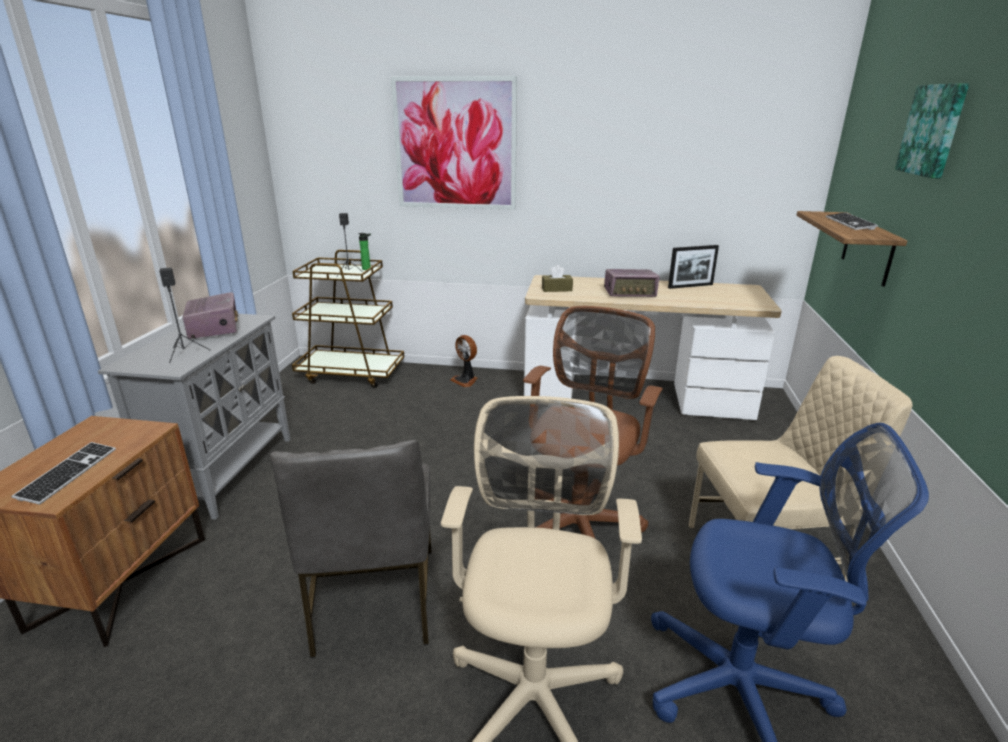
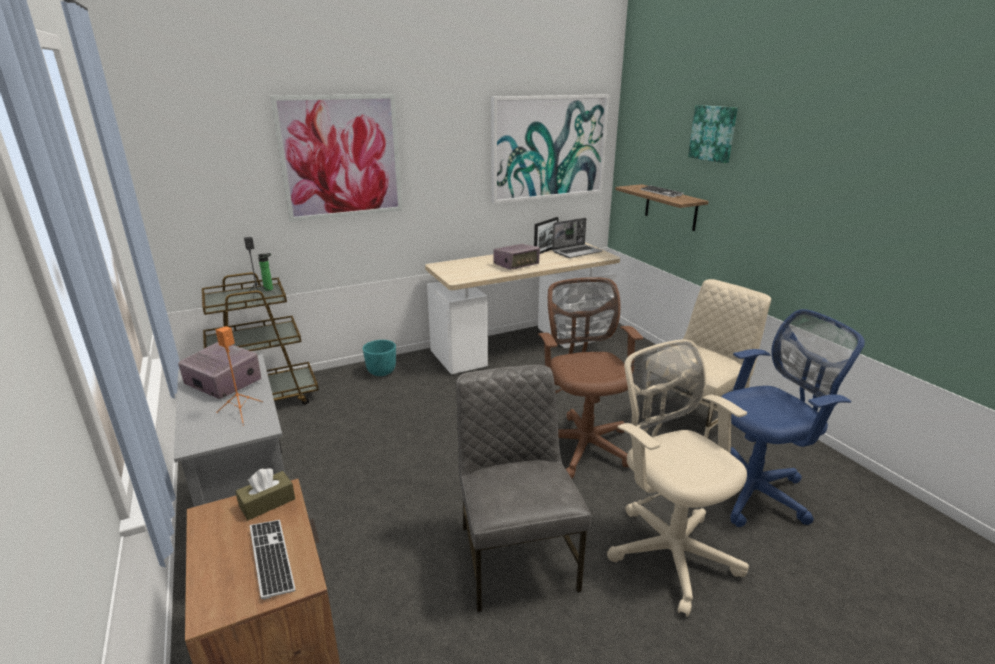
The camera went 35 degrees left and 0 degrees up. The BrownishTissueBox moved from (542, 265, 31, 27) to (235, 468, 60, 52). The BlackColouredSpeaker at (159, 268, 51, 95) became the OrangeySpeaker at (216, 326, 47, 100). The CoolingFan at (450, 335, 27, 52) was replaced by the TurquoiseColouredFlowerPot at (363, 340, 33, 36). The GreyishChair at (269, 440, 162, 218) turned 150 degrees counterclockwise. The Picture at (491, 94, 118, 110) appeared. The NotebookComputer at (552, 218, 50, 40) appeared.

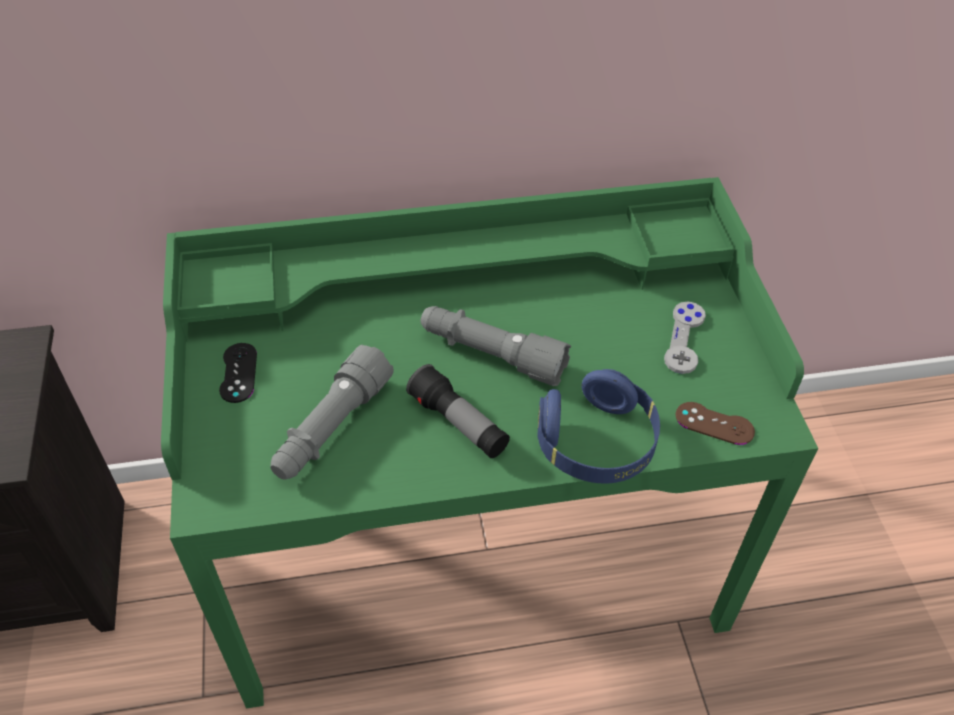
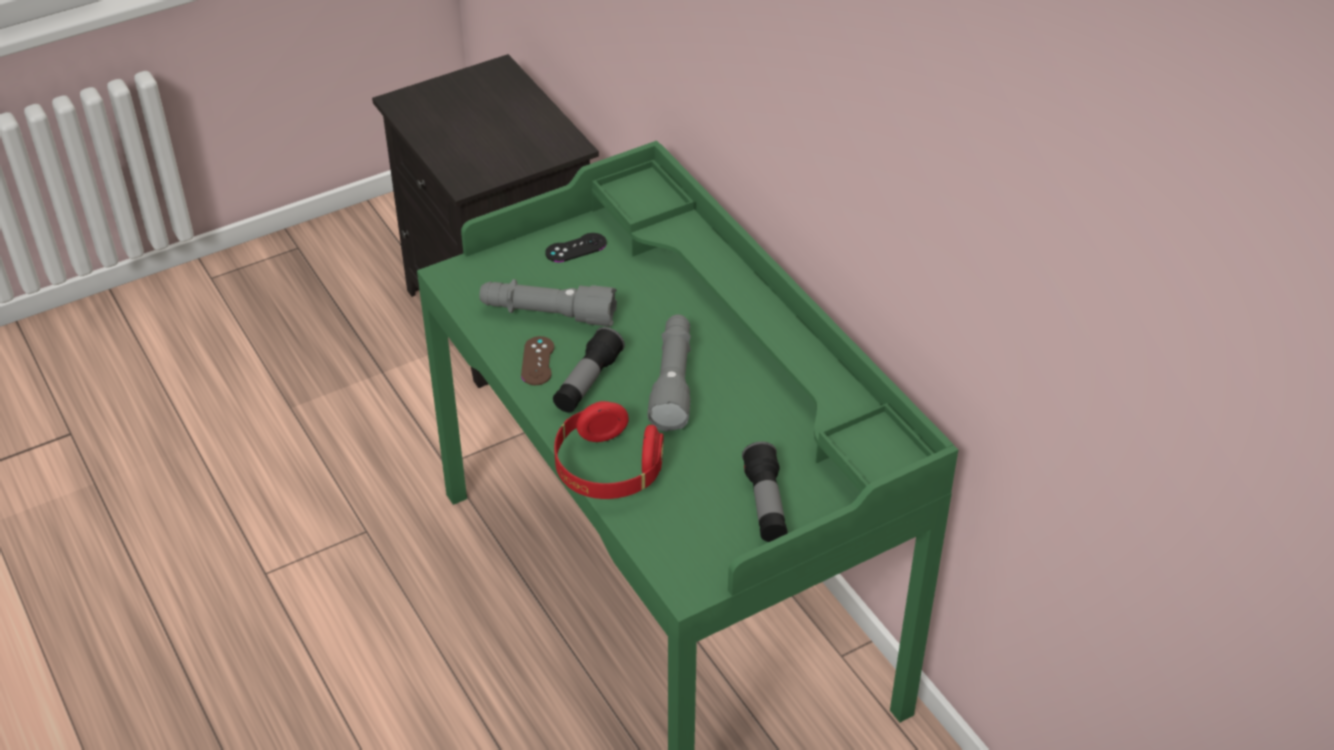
The camera went 70 degrees right and 5 degrees down. The GreyishJoypad at (664, 302, 42, 72) was replaced by the Torch at (742, 442, 46, 100). The BluishHeadphones at (537, 369, 123, 115) became the RedHeadphones at (554, 401, 110, 98). The BrownishJoypad moved from (676, 402, 79, 43) to (521, 336, 33, 49).

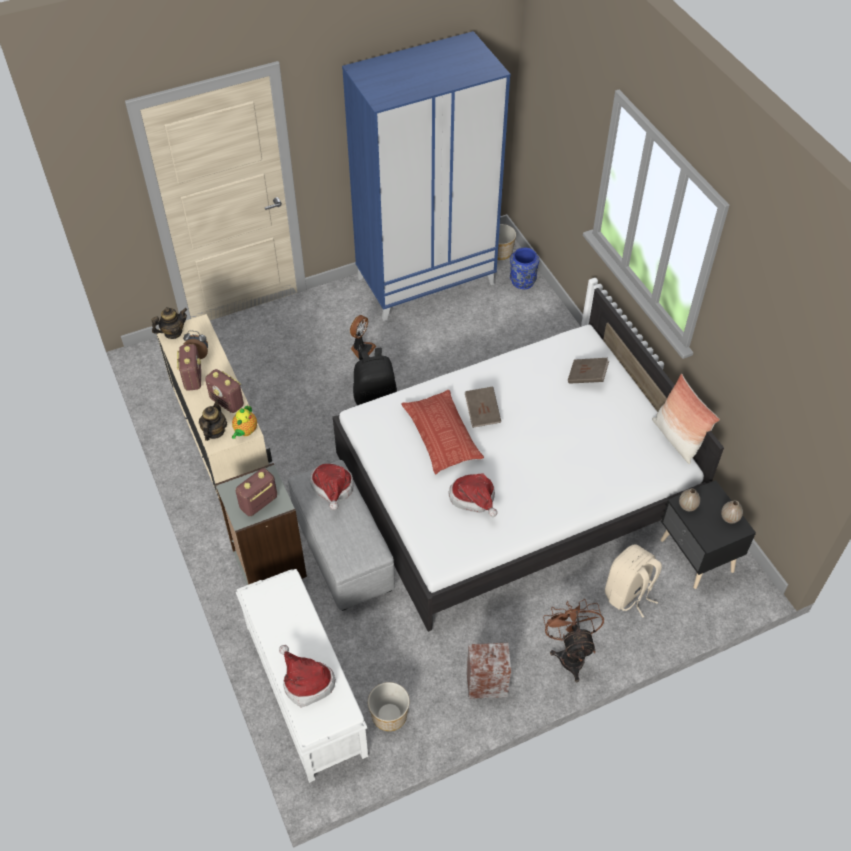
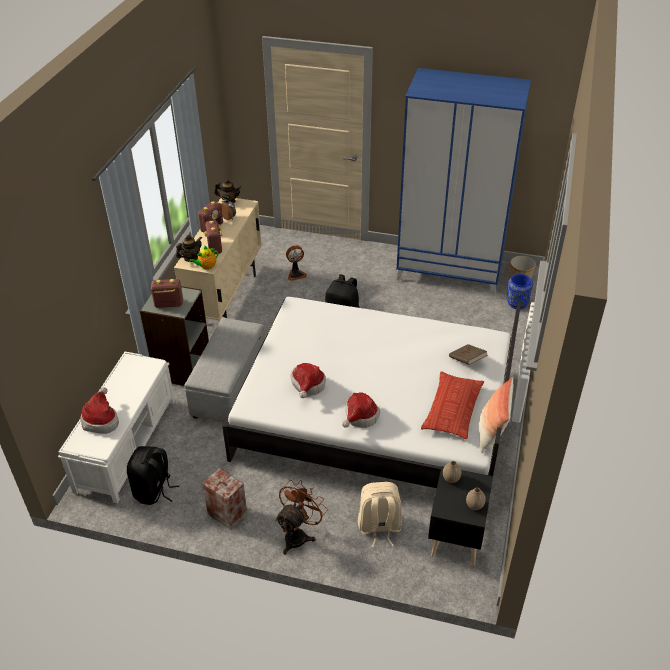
The camera went 40 degrees right and 10 degrees down. The CoolingFan moved from (350, 315, 26, 44) to (286, 245, 21, 36). The BrownishBoundBook at (465, 387, 36, 41) disappeared. The ThrowPillow moved from (402, 390, 82, 84) to (421, 371, 63, 68). The Hat moved from (310, 464, 44, 46) to (342, 393, 38, 35). The FlowerPot at (368, 682, 42, 49) was replaced by the BlackColouredRucksack at (127, 446, 52, 59).

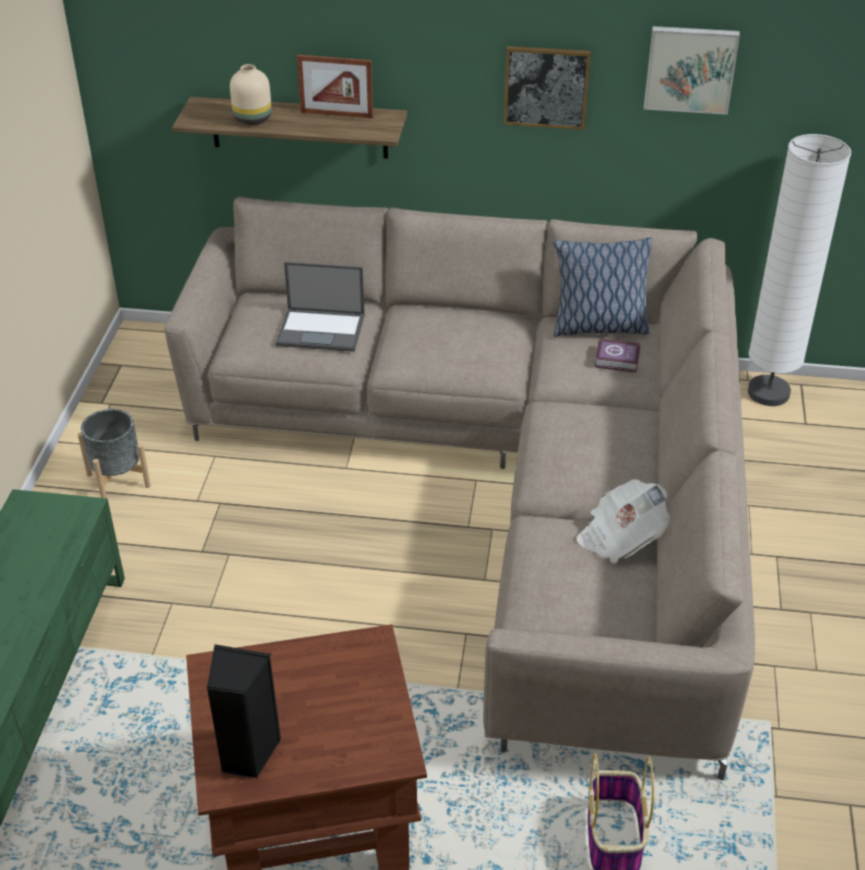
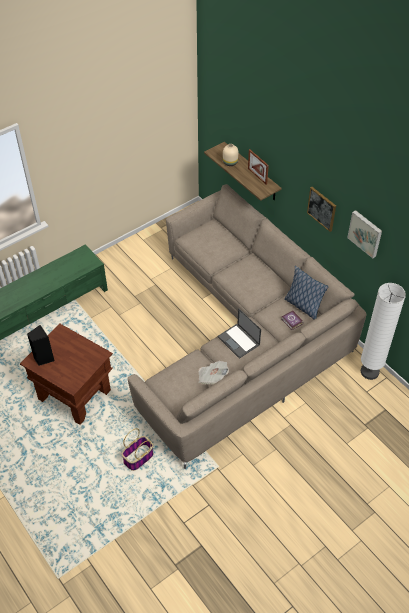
The camera went 45 degrees right and 10 degrees up. The NotebookComputer moved from (276, 262, 89, 90) to (218, 308, 43, 51). The GreyishFlowerPot at (78, 409, 73, 89) disappeared.

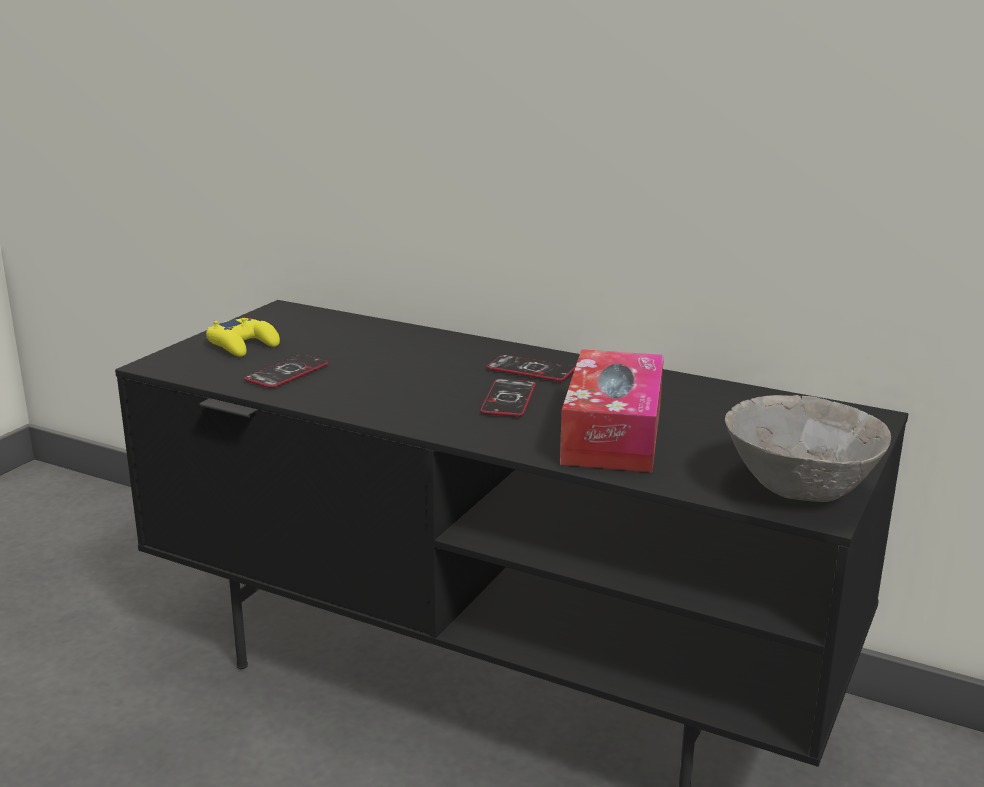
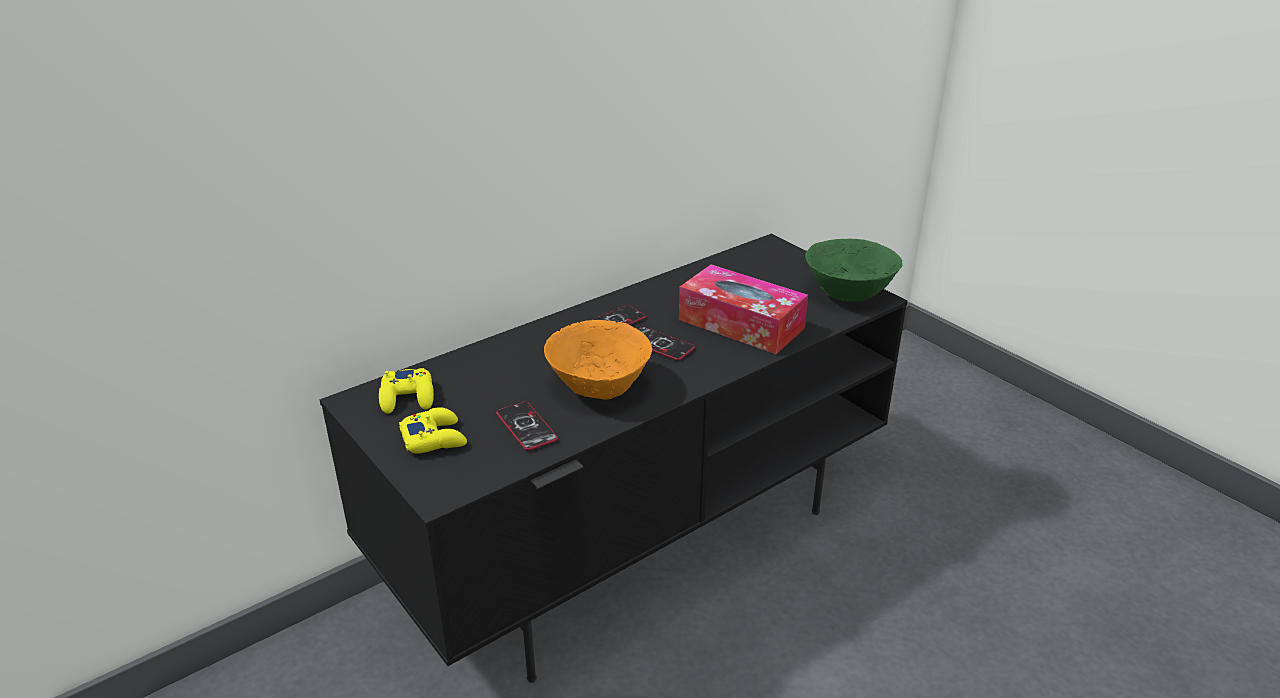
The camera went 65 degrees left and 10 degrees up. The GreyishDeepDish at (725, 395, 166, 107) became the GreenDeepDish at (805, 239, 98, 63). The OrangeyDeepDish at (544, 320, 108, 80) appeared. The YellowColouredJoypad at (379, 368, 55, 46) appeared.

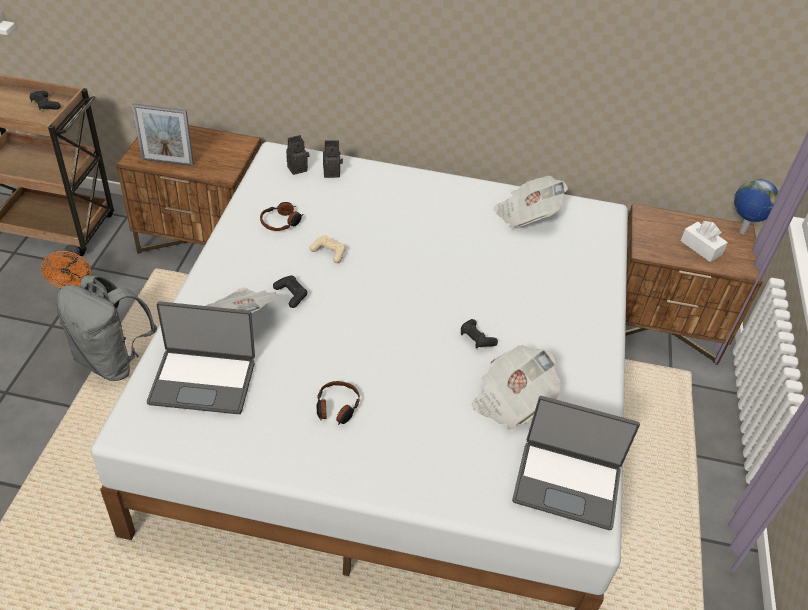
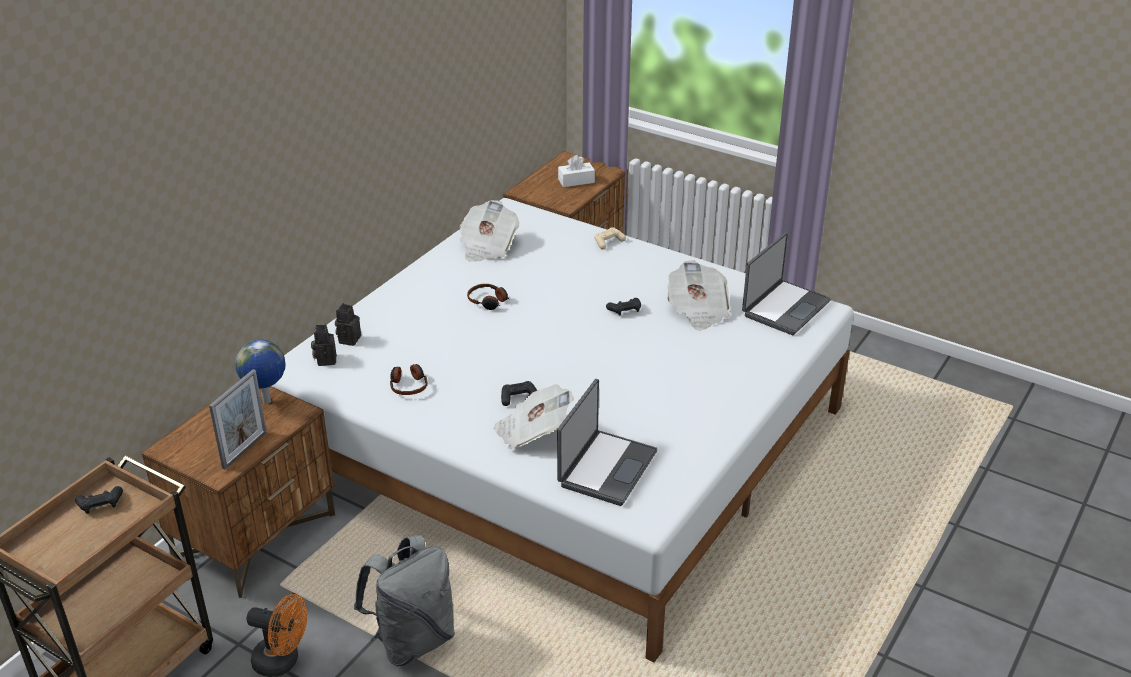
The camera went 65 degrees left and 10 degrees down. The DeskGlobe moved from (734, 179, 44, 55) to (235, 340, 51, 64). The BeigeJoypad moved from (310, 235, 36, 28) to (594, 227, 32, 23). The Headphones moved from (316, 381, 44, 44) to (467, 284, 42, 26).

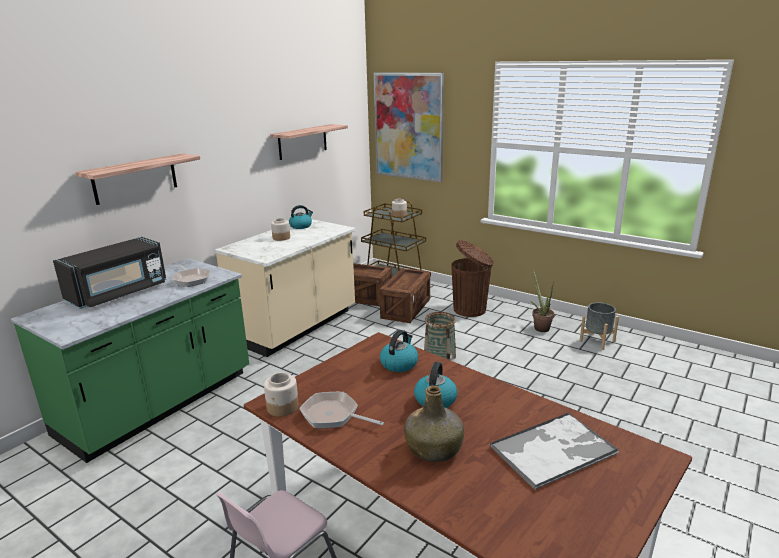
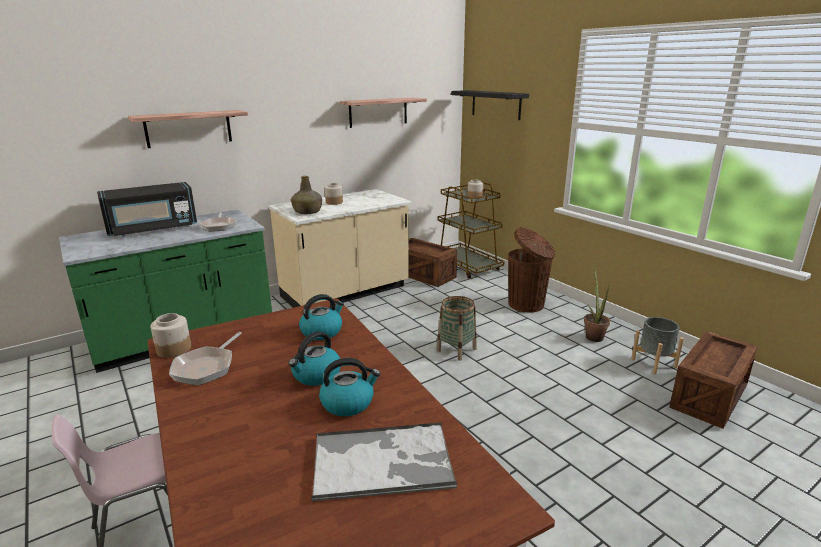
The camera went 20 degrees right and 0 degrees up. The Picture at (374, 73, 70, 109) was replaced by the BlackColouredBracketShelf at (451, 90, 78, 30). The TeaKettle moved from (289, 205, 24, 24) to (319, 358, 61, 58). The ShippingCrate moved from (379, 268, 51, 55) to (669, 331, 89, 98). The GreenBeverageBottle moved from (404, 385, 60, 77) to (291, 176, 31, 38). The Pan at (299, 392, 85, 36) turned 120 degrees counterclockwise.

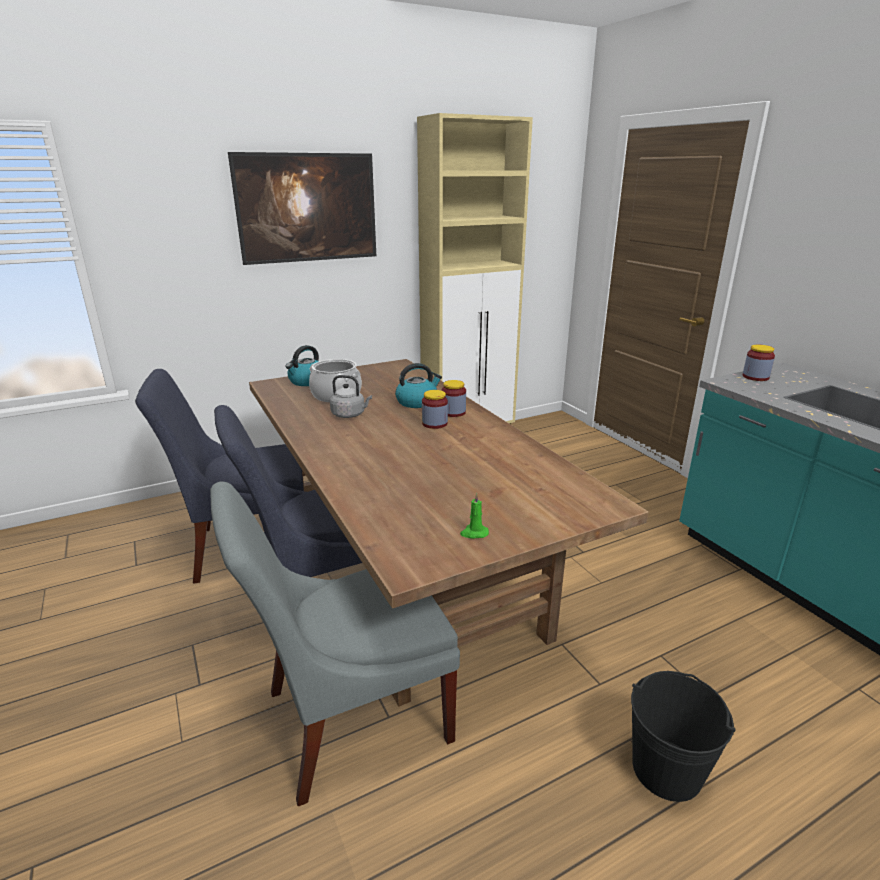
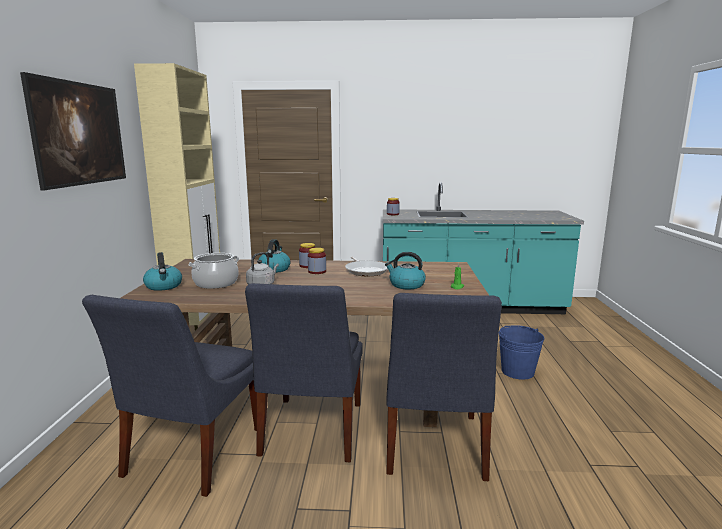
The camera went 60 degrees left and 10 degrees down. The GreyishChair at (210, 481, 250, 325) became the BluishChair at (386, 293, 116, 188). The BlackColouredBucket at (631, 671, 105, 131) became the BluishBucket at (499, 325, 45, 55). The TeaKettle at (385, 252, 41, 37) appeared. The Pan at (345, 257, 43, 19) appeared.

